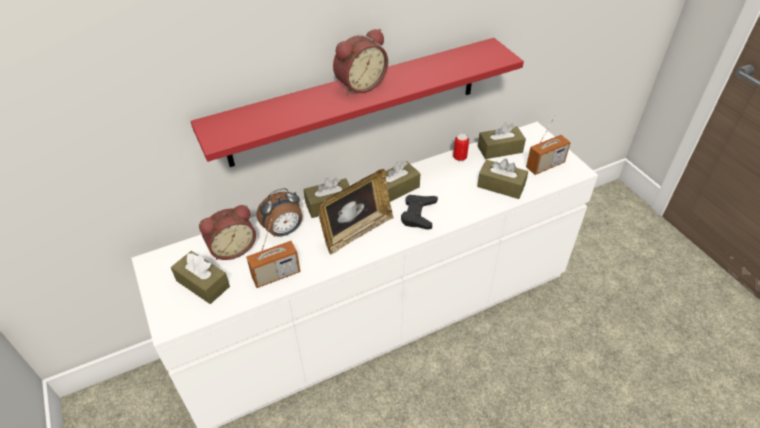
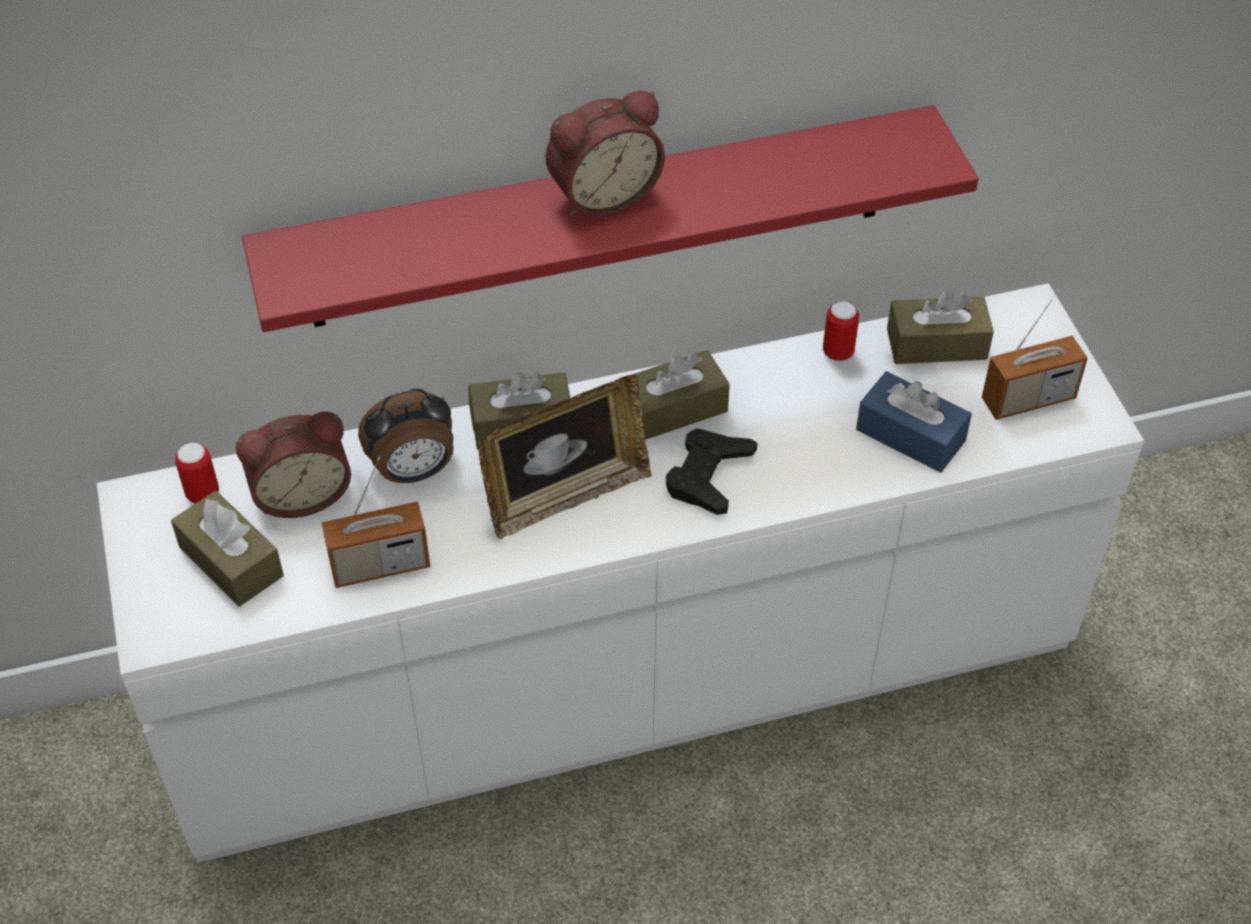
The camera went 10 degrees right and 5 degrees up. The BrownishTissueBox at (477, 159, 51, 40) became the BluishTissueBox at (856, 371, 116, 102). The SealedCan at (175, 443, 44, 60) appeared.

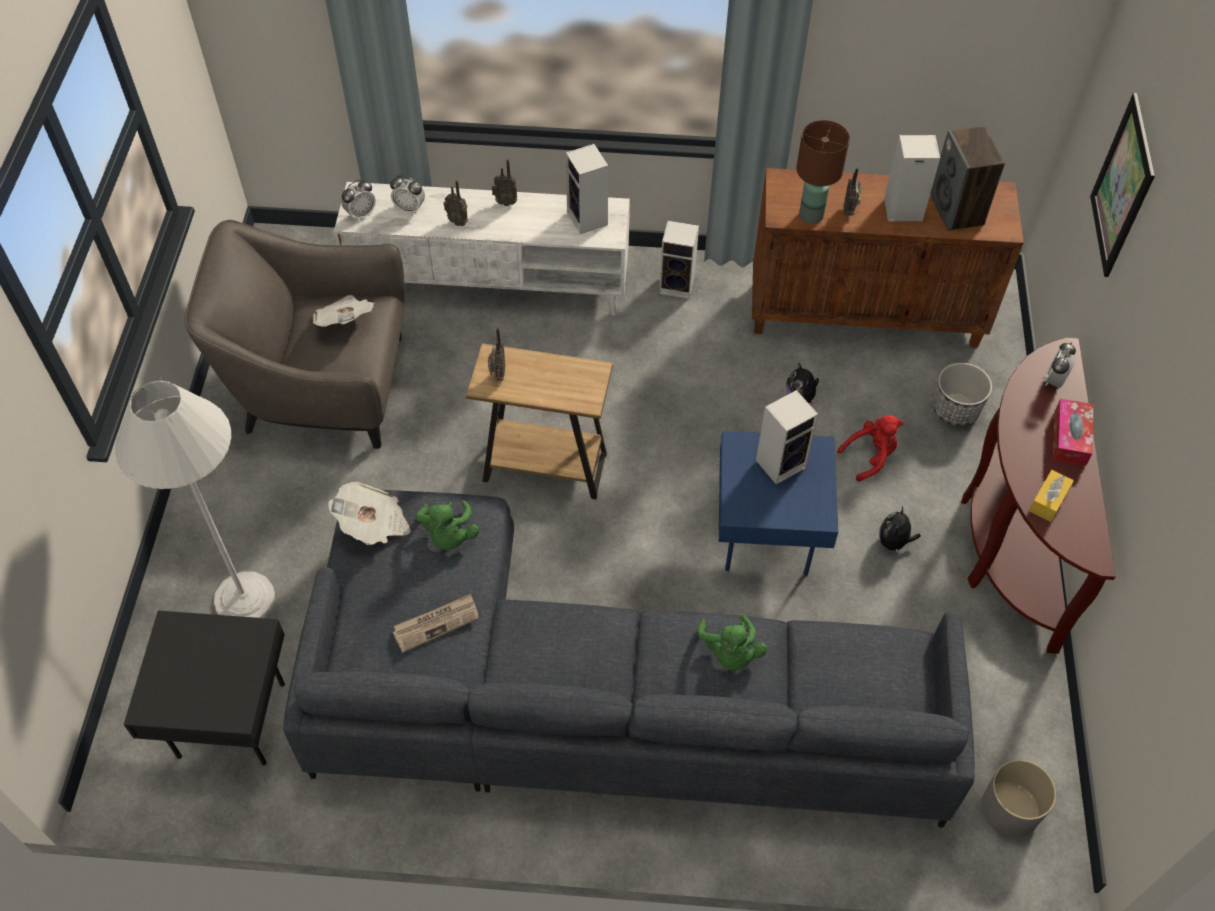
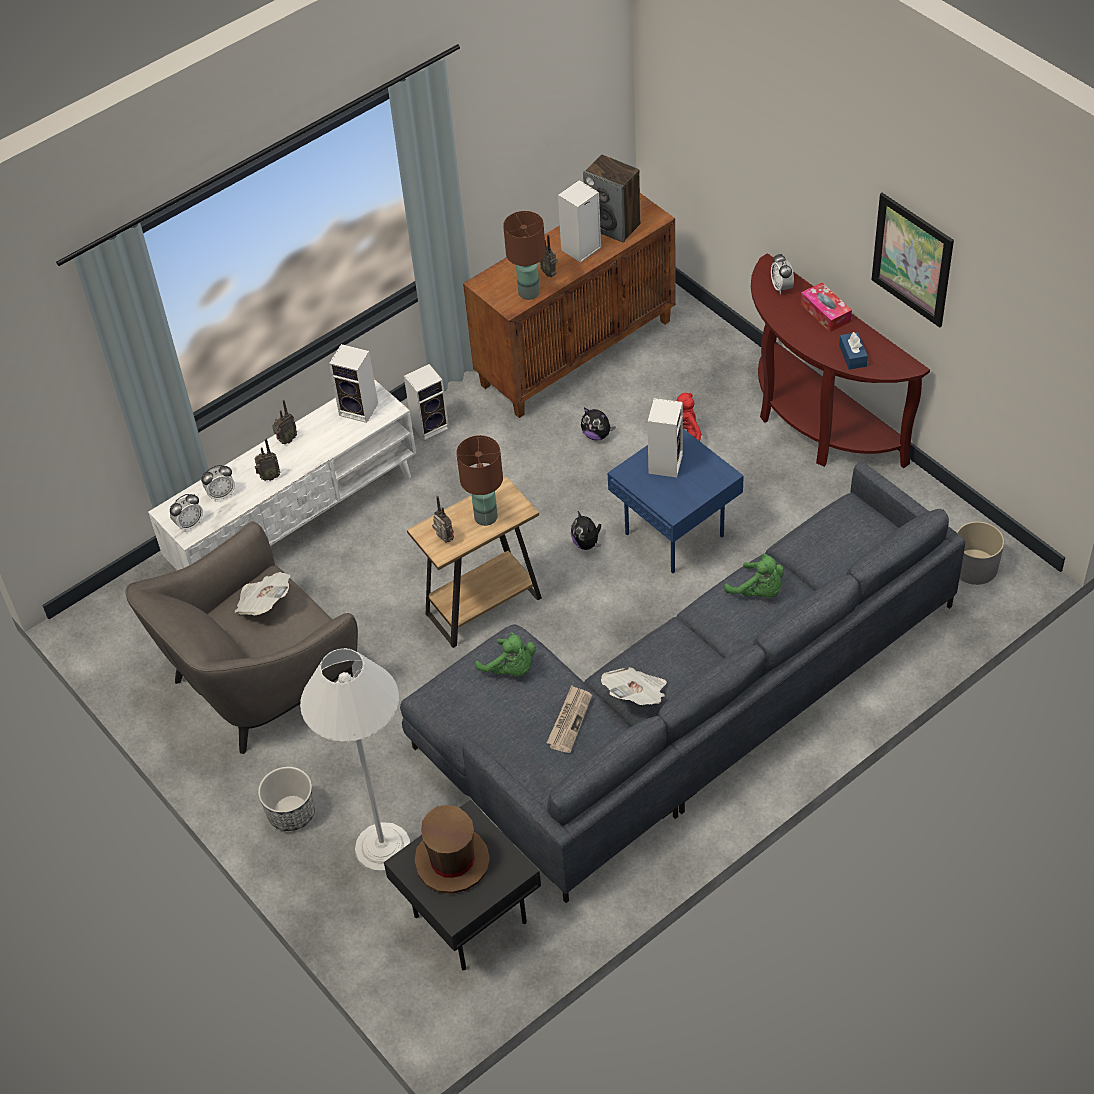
The camera went 40 degrees left and 5 degrees down. The Picture moved from (1090, 93, 65, 184) to (871, 193, 83, 135). The AlarmClock at (341, 180, 35, 41) turned 45 degrees clockwise. The FlowerPot moved from (933, 363, 59, 63) to (258, 767, 57, 64). The YellowColouredTissueBox at (1029, 470, 45, 52) became the BluishTissueBox at (839, 332, 29, 38). The PrintedPaper moved from (328, 481, 83, 64) to (601, 667, 66, 38). The CuddlyToy moved from (879, 506, 42, 50) to (571, 511, 30, 39). The BrownishTableLamp at (456, 435, 47, 91) appeared. The BrownishHat at (414, 805, 76, 89) appeared.

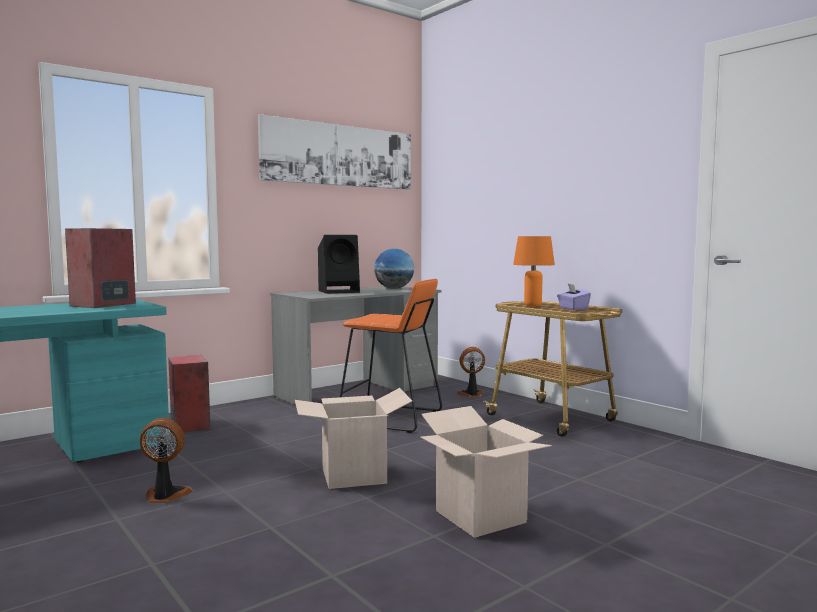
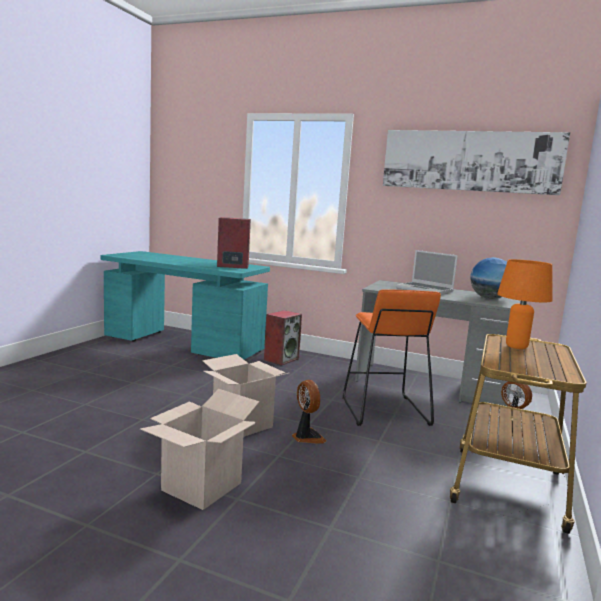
The camera went 60 degrees right and 5 degrees up. The BlackColouredSpeaker at (318, 235, 42, 59) was replaced by the NotebookComputer at (396, 250, 62, 44). The PurpleColouredTissueBox at (557, 284, 34, 26) disappeared. The CoolingFan moved from (139, 418, 54, 85) to (292, 380, 34, 64).

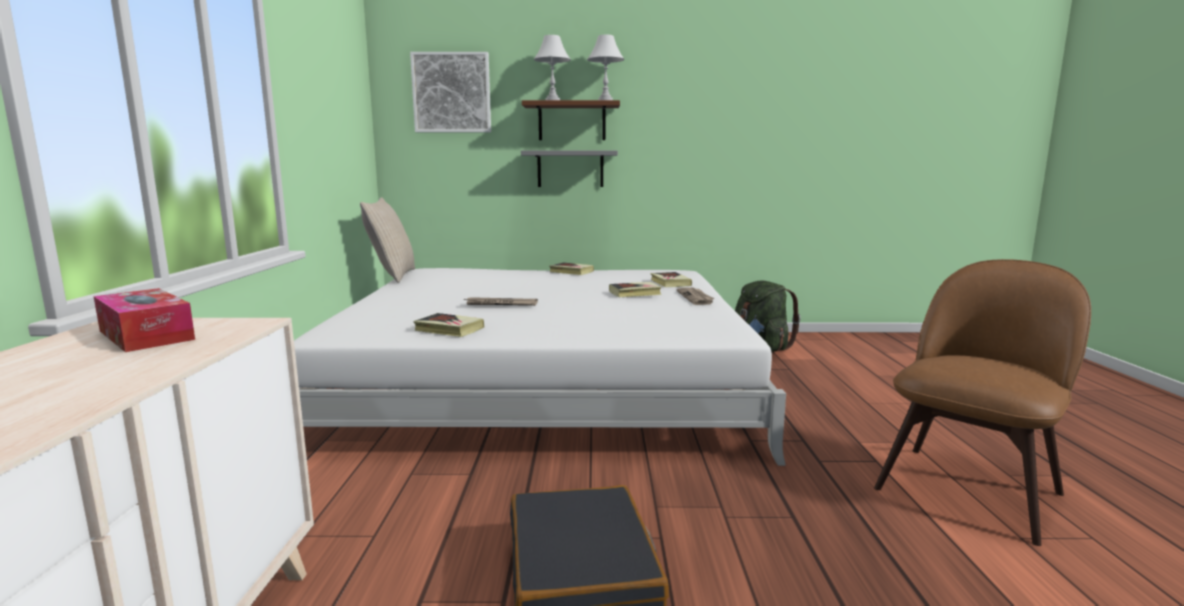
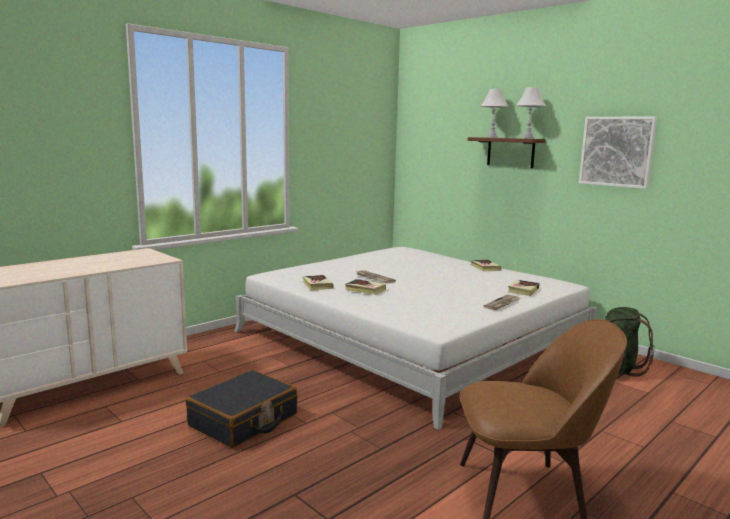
The camera went 45 degrees right and 0 degrees up. The Picture moved from (410, 52, 81, 80) to (579, 117, 78, 72). The GreyishBracketShelf at (521, 151, 97, 36) disappeared. The BeigeThrowPillow at (360, 197, 55, 86) disappeared. The BoundBook moved from (609, 282, 53, 15) to (345, 279, 41, 16). The TissueBox at (94, 288, 101, 64) disappeared.

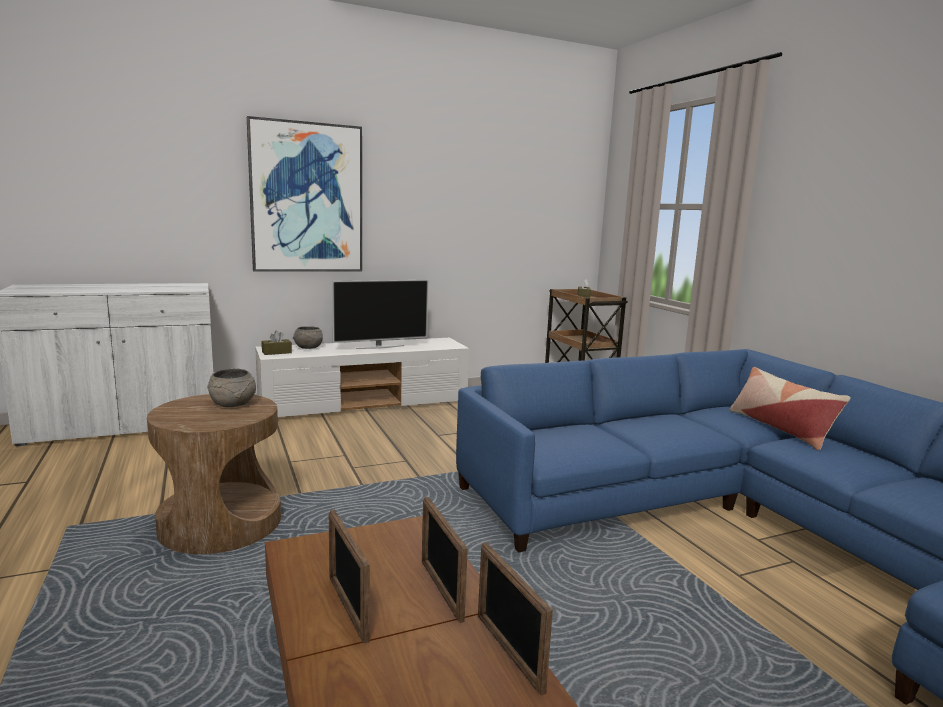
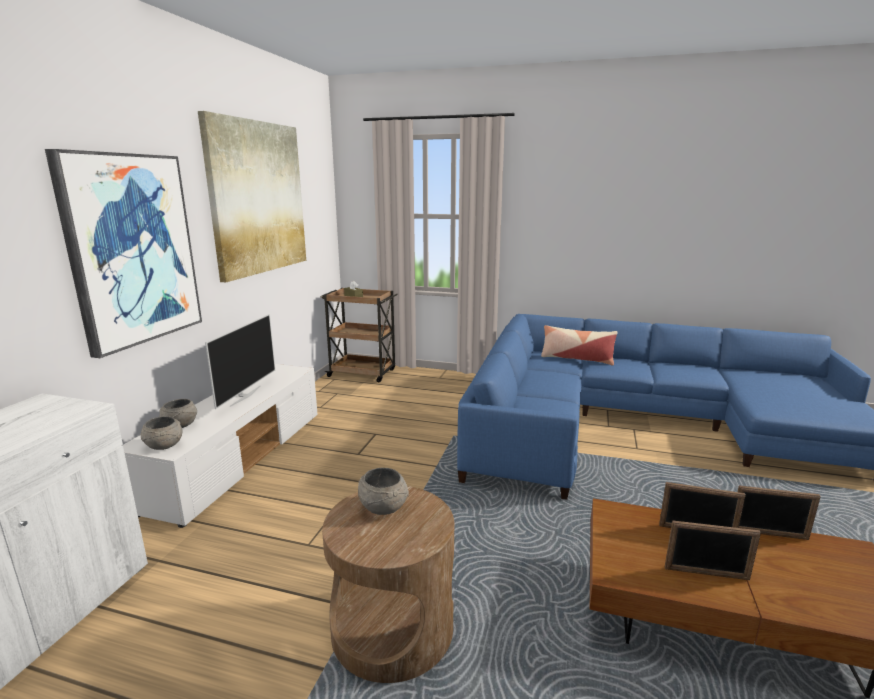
The camera went 50 degrees left and 5 degrees up. The BrownishTissueBox at (262, 330, 30, 25) was replaced by the GreyishDeepDish at (140, 416, 42, 34). The Picture at (198, 111, 108, 171) appeared.

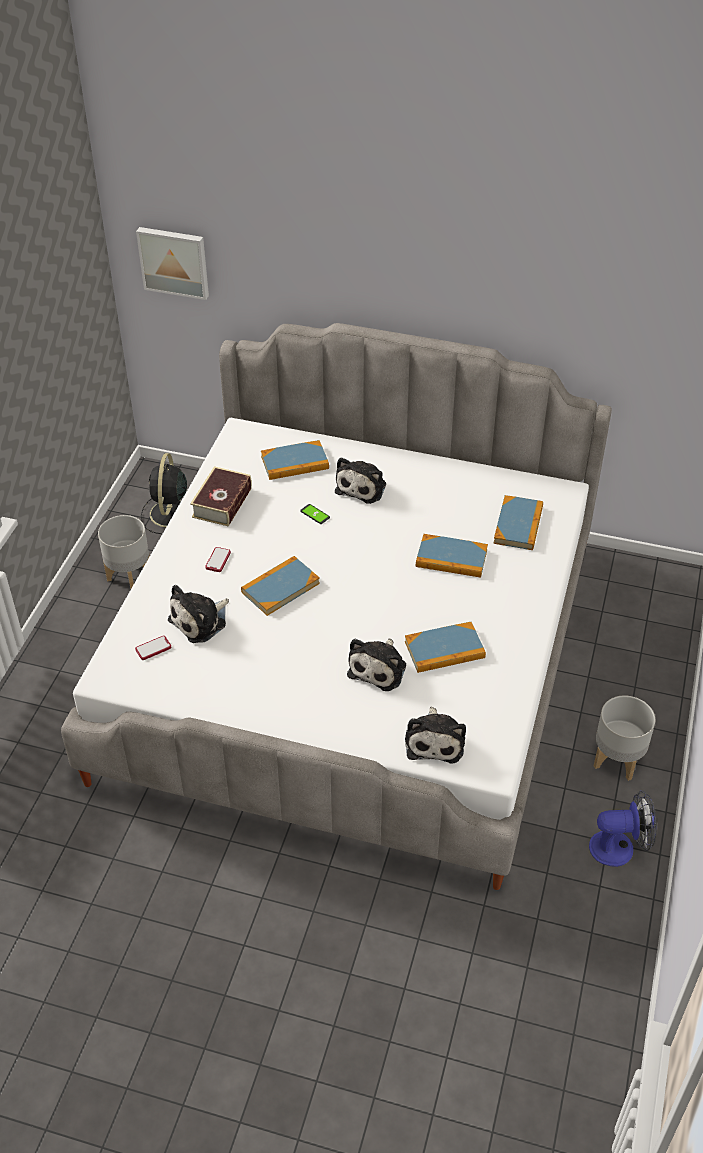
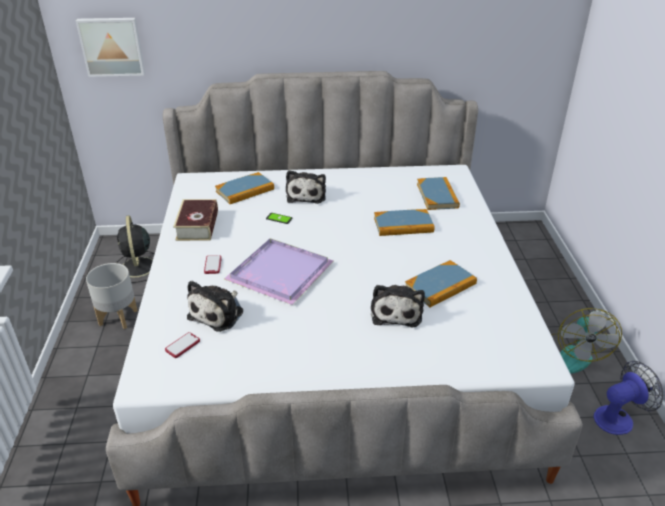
The camera went 20 degrees left and 10 degrees down. The BoundBook at (241, 556, 79, 60) was replaced by the PurpleColouredTray at (224, 238, 109, 67). The GreyishFlowerPot at (594, 696, 61, 85) was replaced by the CoolingFan at (551, 308, 71, 66). The CuddlyToy at (405, 707, 61, 57) disappeared.

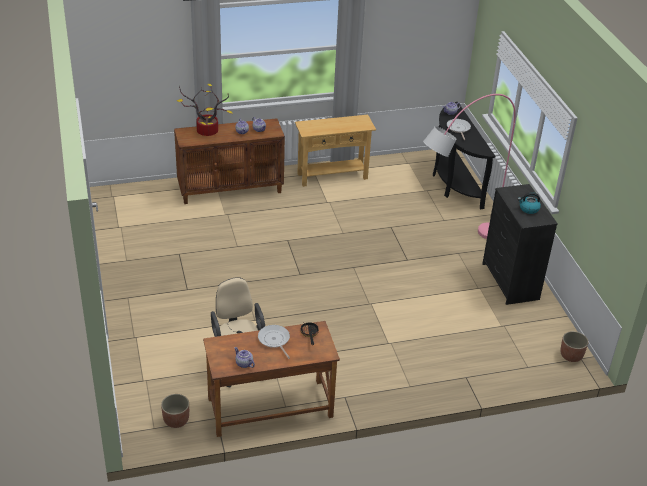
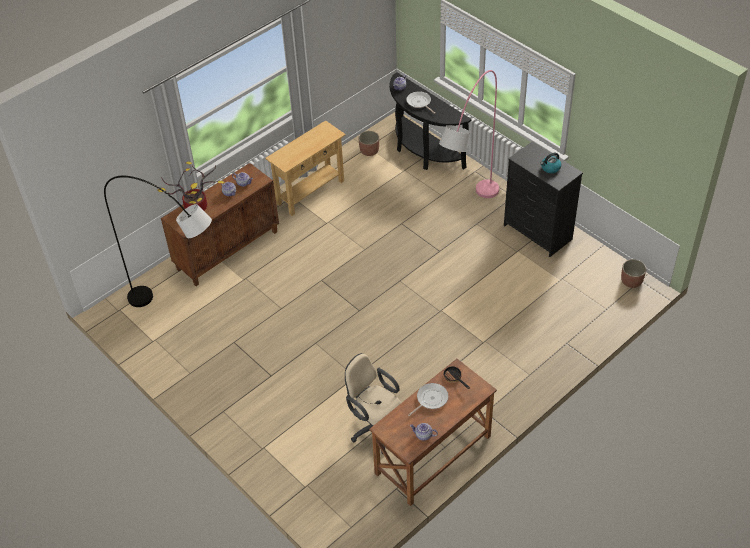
The camera went 25 degrees left and 10 degrees up. The Pan at (258, 325, 32, 34) turned 105 degrees clockwise. The FlowerPot moved from (161, 394, 28, 34) to (358, 131, 21, 25). The GreyishStandingLamp at (104, 176, 108, 131) appeared.

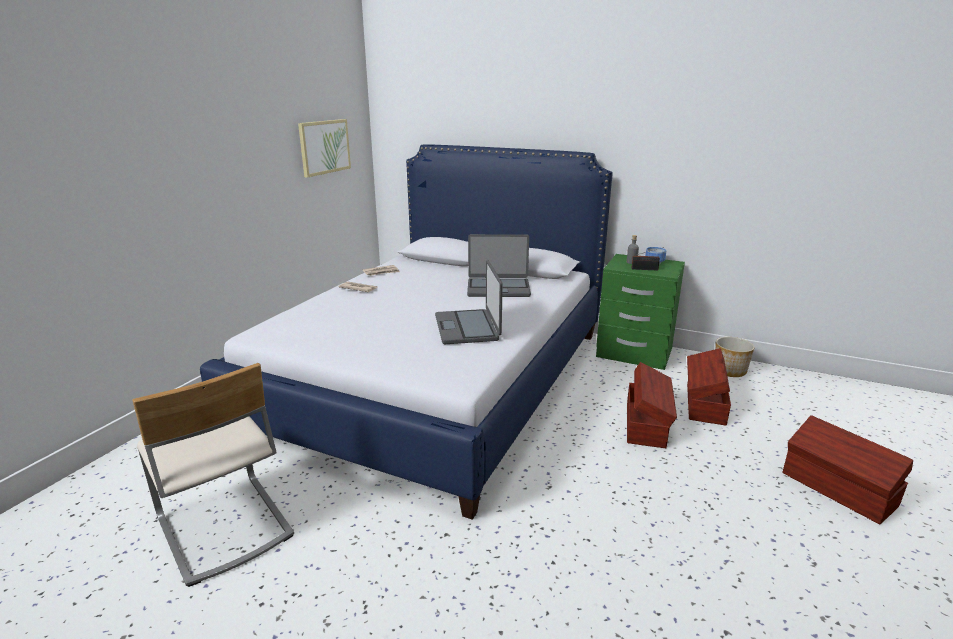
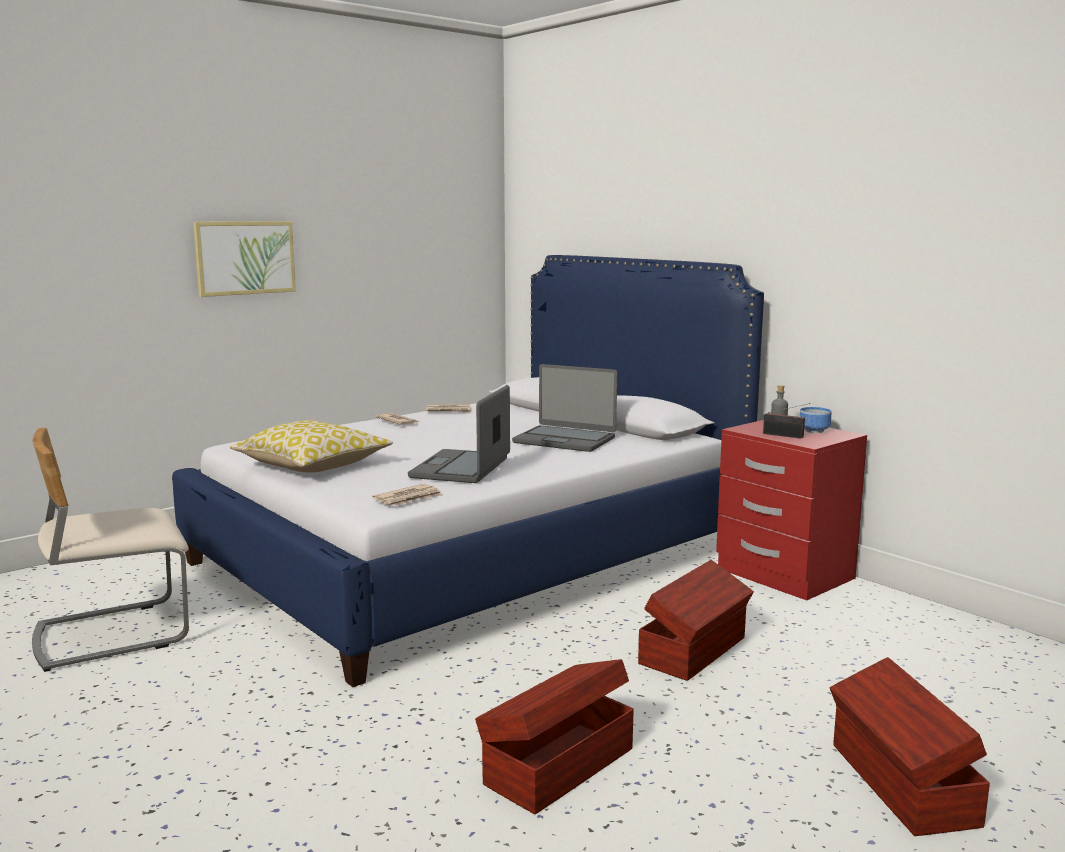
The camera went 25 degrees right and 10 degrees down. The Picture moved from (298, 119, 53, 59) to (193, 221, 103, 76). The GreenNightTable at (596, 254, 89, 116) became the RedNightTable at (716, 420, 151, 180). The FlowerPot at (715, 337, 40, 40) disappeared. The BrownishStorageBin moved from (687, 348, 44, 78) to (475, 659, 159, 155). The BeigeChair at (132, 363, 162, 224) turned 75 degrees clockwise. The ThrowPillow at (230, 420, 163, 53) appeared. The PrintedPaper at (372, 484, 70, 22) appeared.

